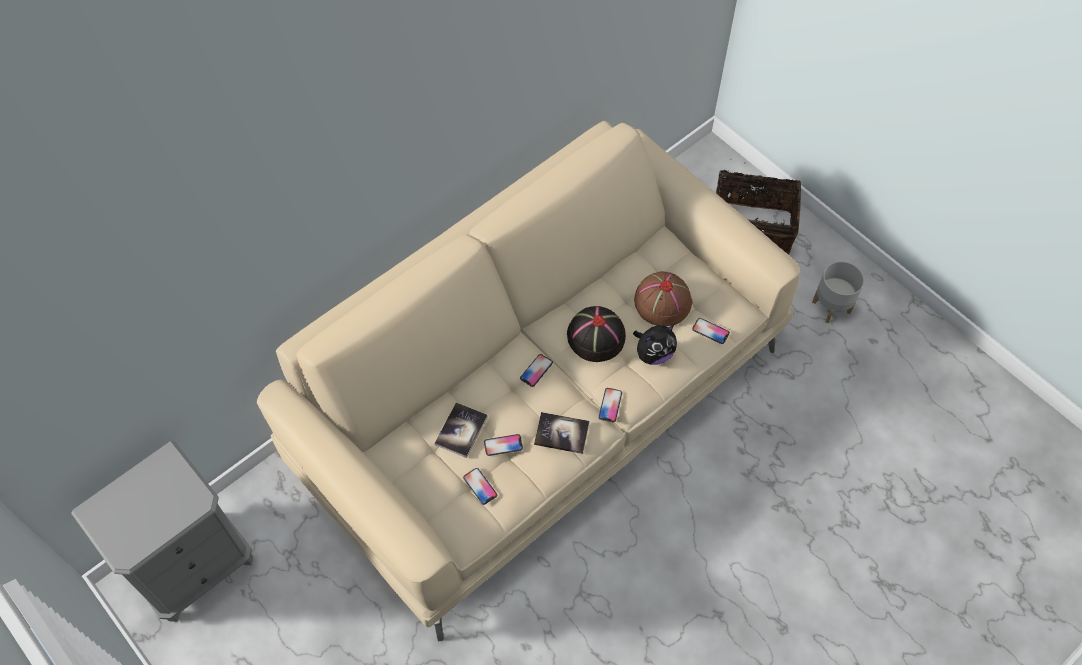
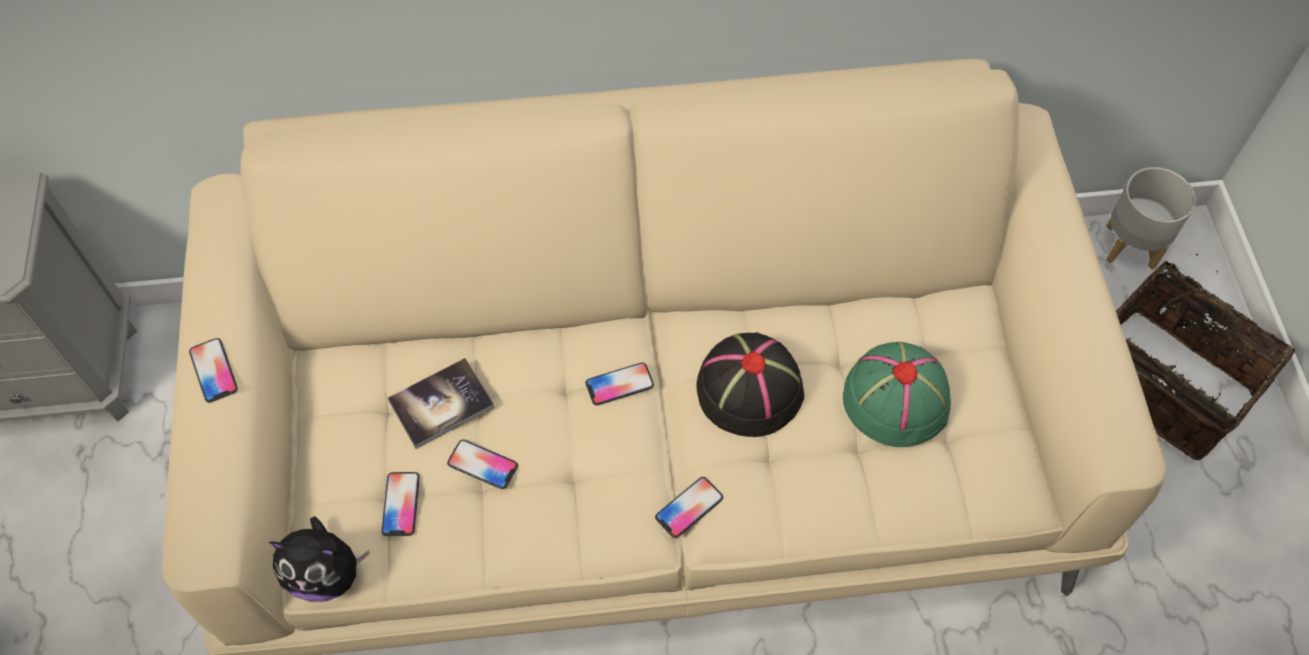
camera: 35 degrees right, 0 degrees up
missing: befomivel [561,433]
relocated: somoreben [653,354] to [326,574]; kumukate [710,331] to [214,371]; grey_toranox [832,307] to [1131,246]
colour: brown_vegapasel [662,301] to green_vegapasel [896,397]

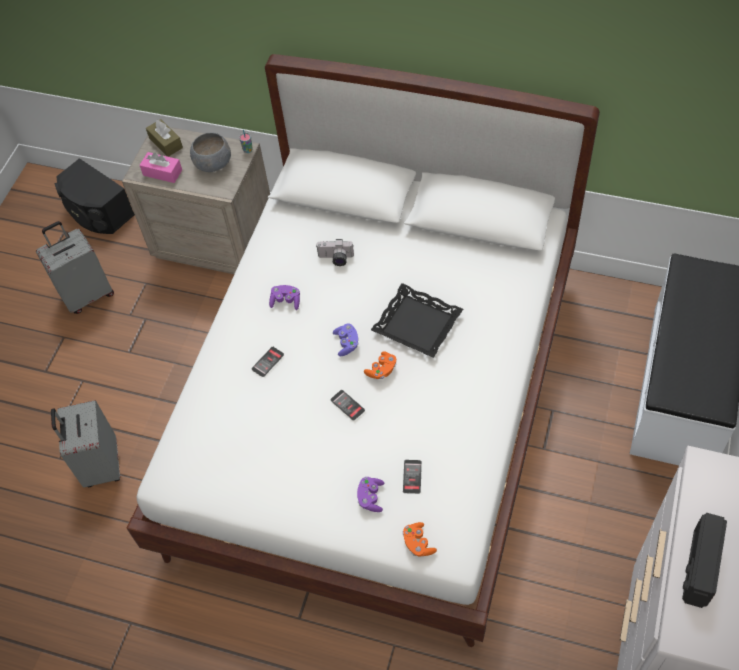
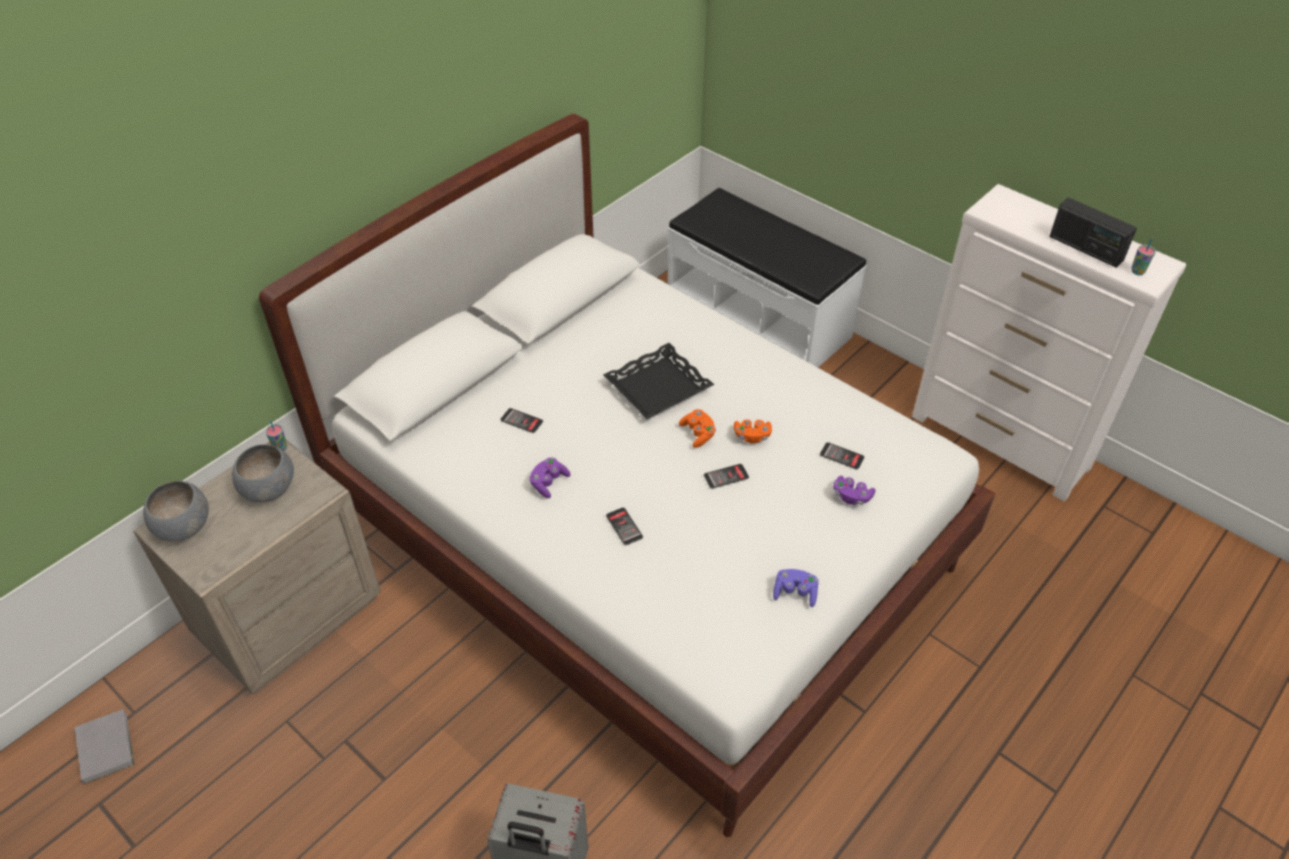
camera: 70 degrees left, 10 degrees down
missing: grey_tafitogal [87,294]; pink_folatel [162,172]
appeared: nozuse [1137,272]
relocated: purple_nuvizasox [346,343] to [795,593]; orange_nuvizasox [418,543] to [752,436]
exchanged: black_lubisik [97,212] to grey_befomivel [106,745]; brown_folatel [166,143] to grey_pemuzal [182,527]; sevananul [335,259] to kumukate [521,421]

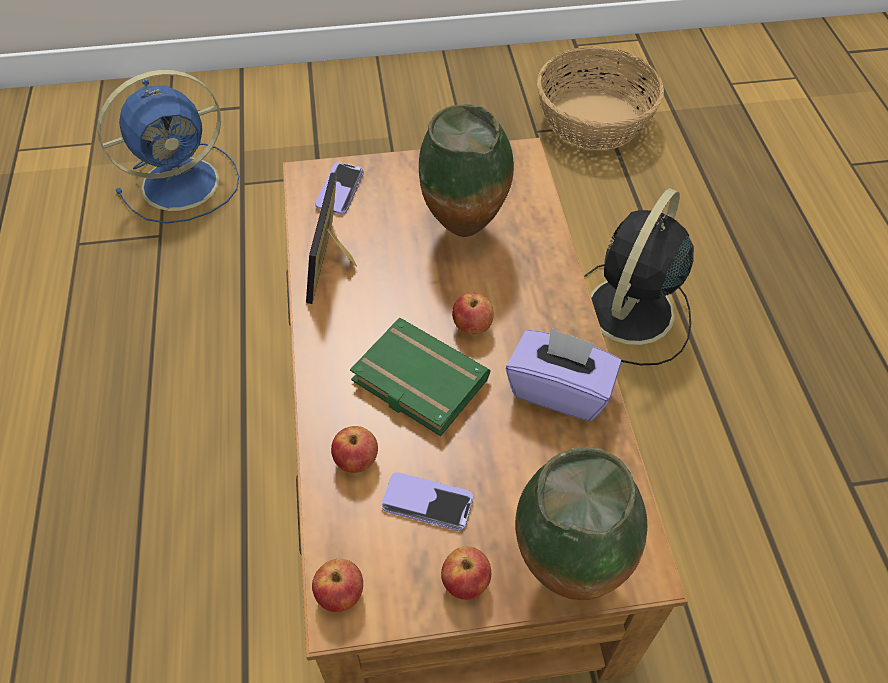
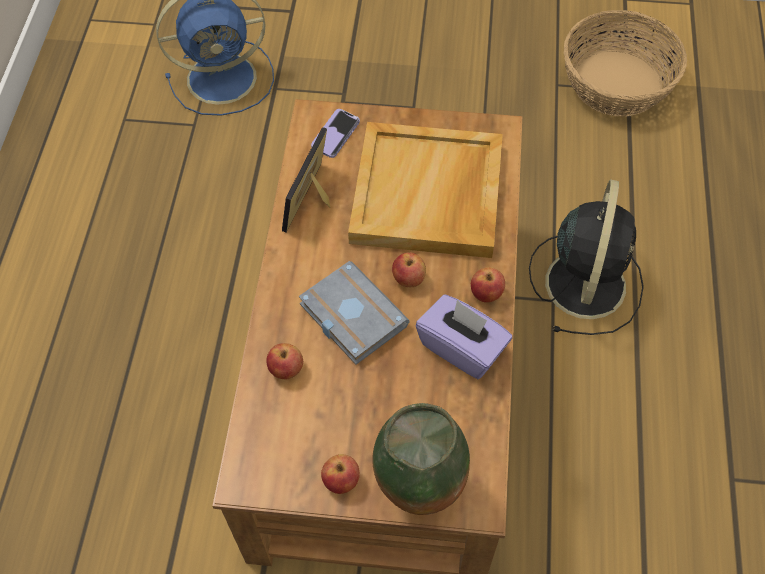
camera: 15 degrees right, 5 degrees up
missing: kumukate [427,503]
relocated: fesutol [340,595] to [486,294]
exchanged: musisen [465,233] to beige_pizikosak [428,195]
colour: green_befomivel [415,382] to grey_befomivel [349,316]
spun: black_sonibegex [628,313] = [585,281] 150 degrees clockwise

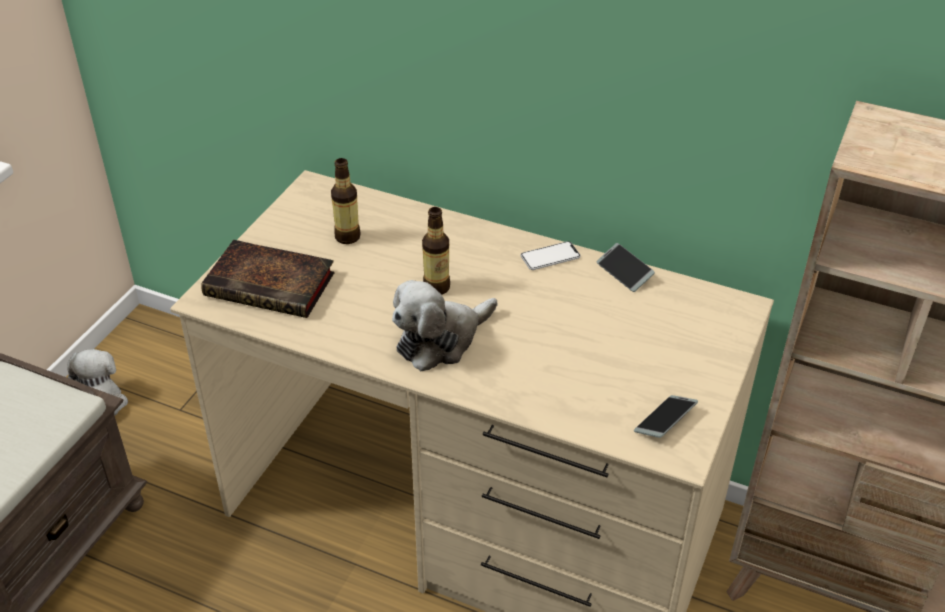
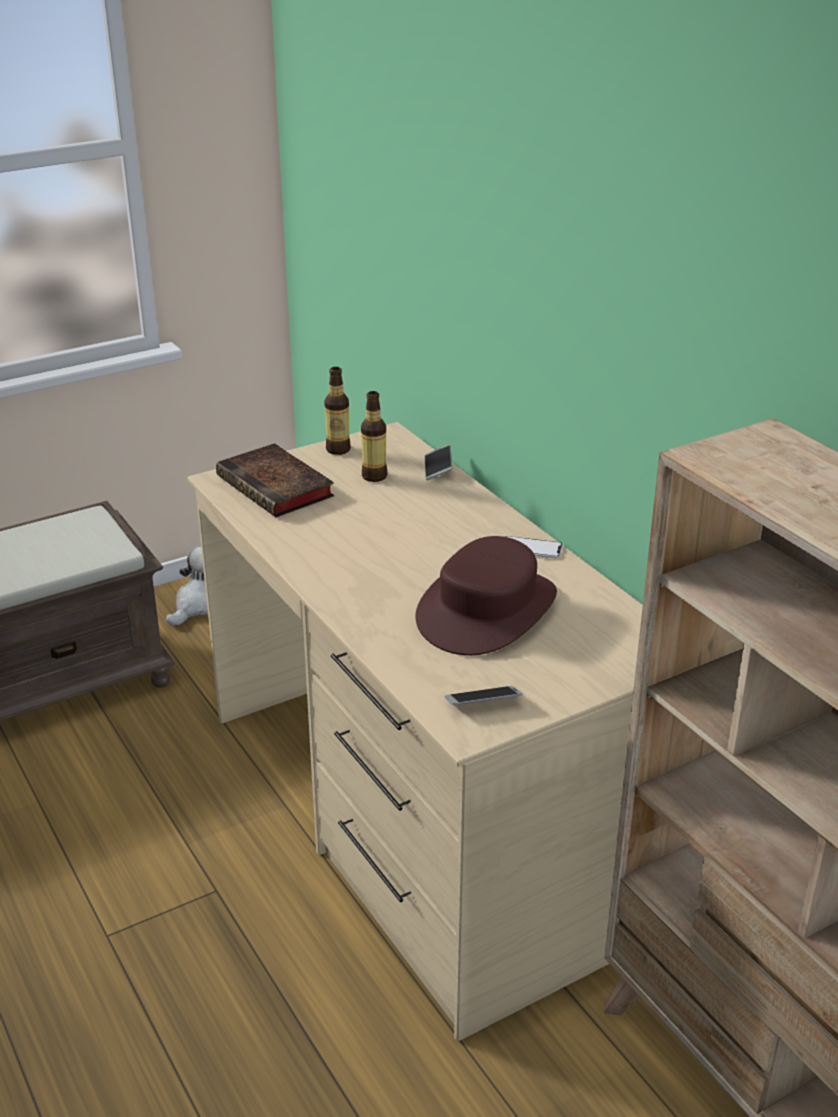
camera: 35 degrees right, 10 degrees down
missing: somoreben [441,340]
appeared: brown_vegapasel [487,610]
relocated: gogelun [436,287] to [338,449]; kumukate [624,272] to [438,467]

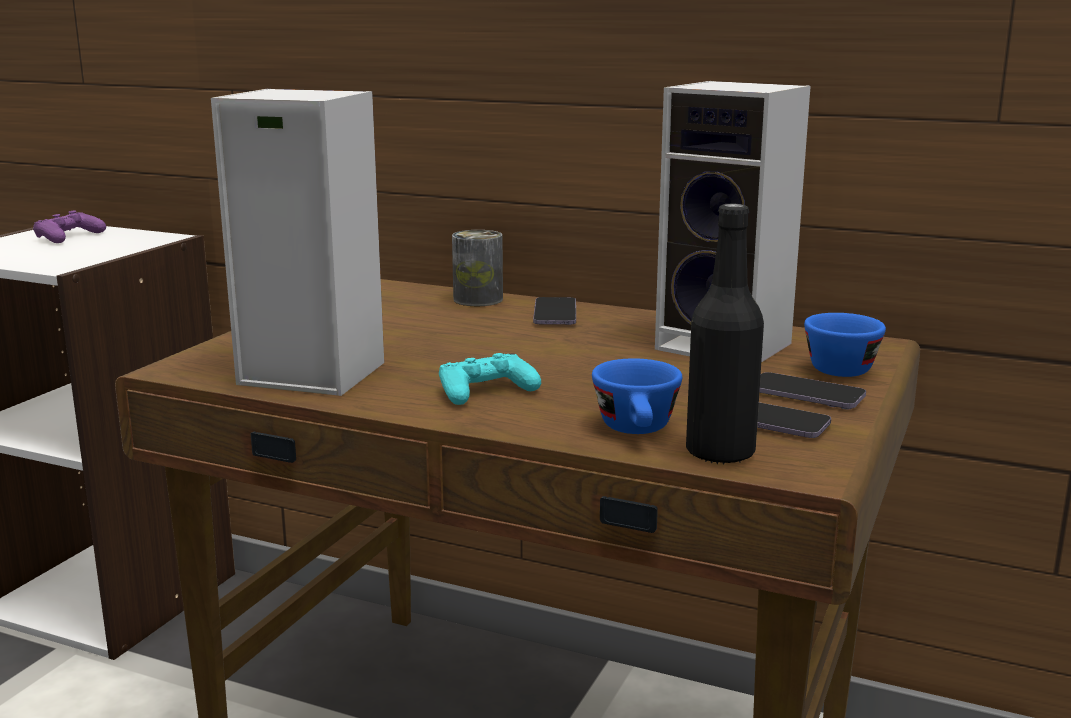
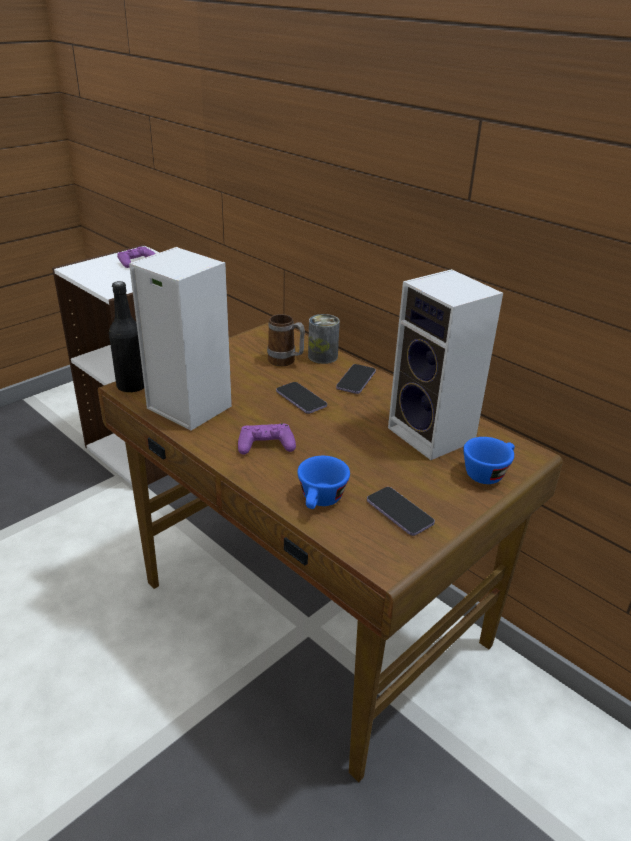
camera: 20 degrees right, 15 degrees up
appeared: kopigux [286,362]
relocated: black_gogelun [720,453] to [132,386]; kumukate [806,394] to [301,399]
colour: turquoise_nuvizasox [486,391] to purple_nuvizasox [266,445]

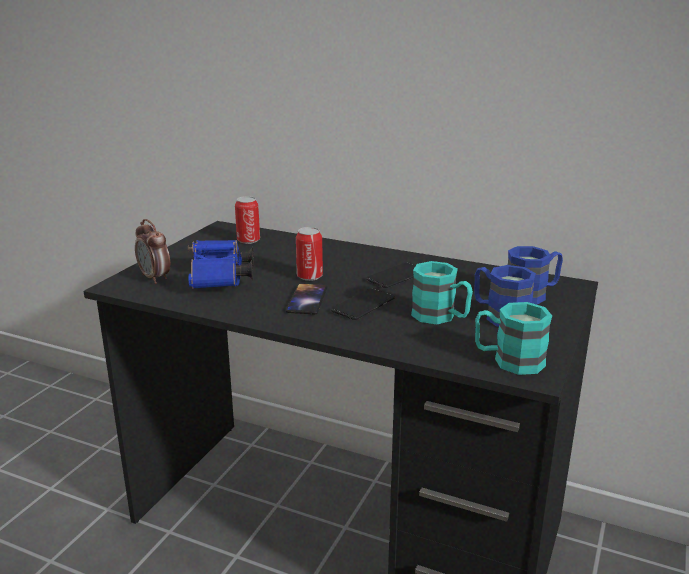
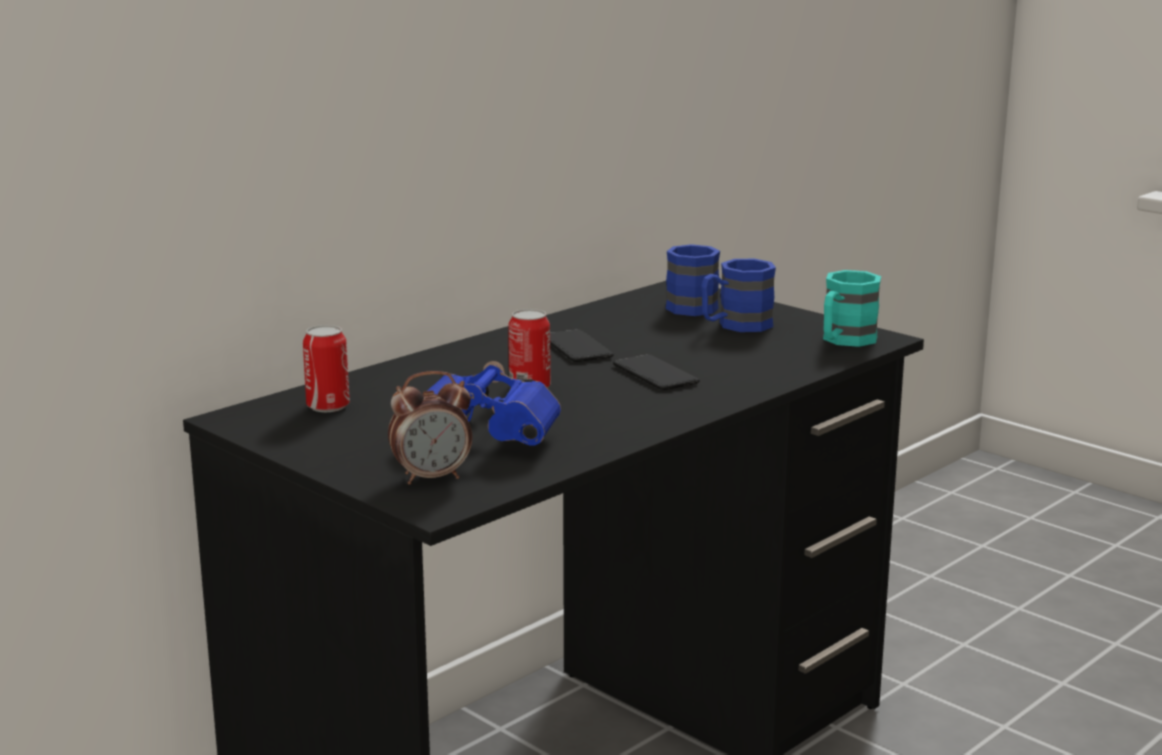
camera: 70 degrees left, 5 degrees down
missing: kumukate [307,299]; turquoise_kopigux [441,317]

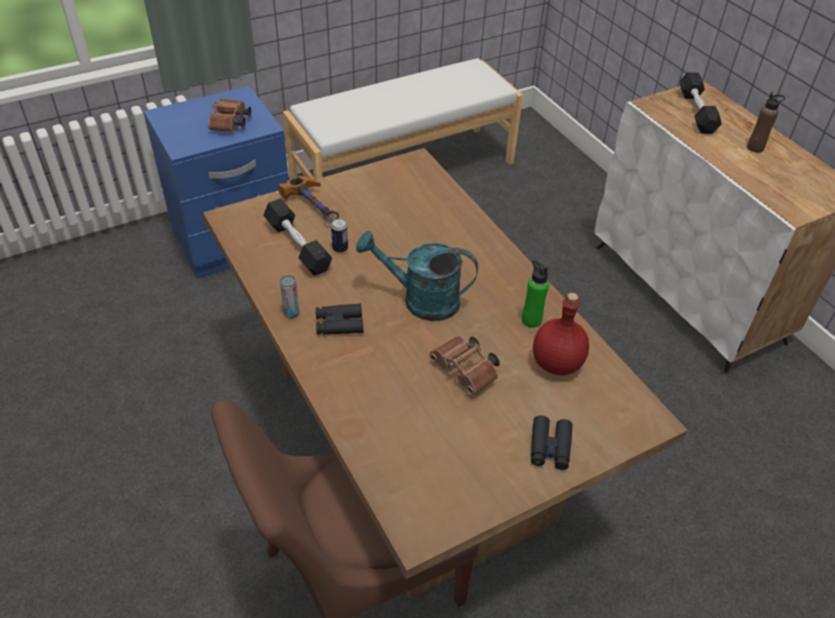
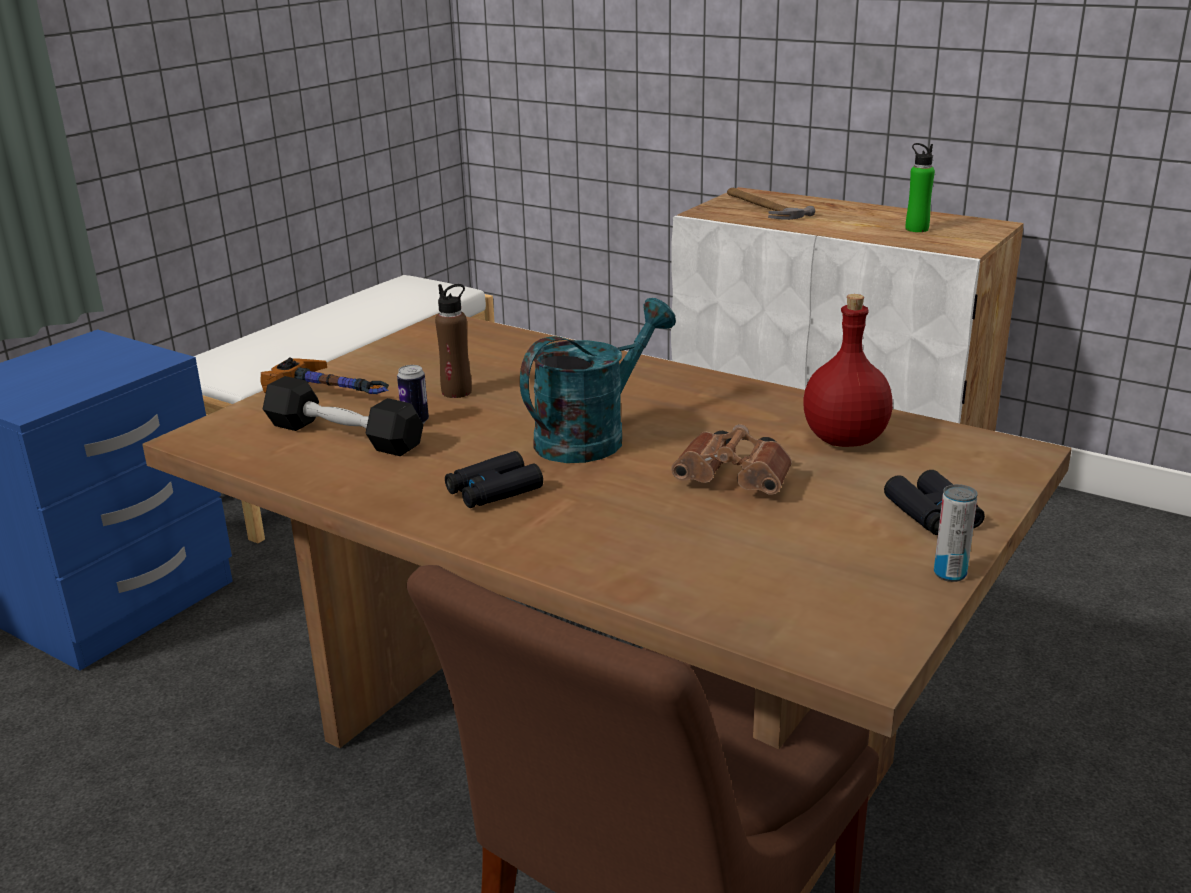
camera: 25 degrees left, 20 degrees down
missing: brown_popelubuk [230,124]
relocated: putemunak [291,313] to [950,574]; green_gogelun [531,320] to [916,229]; brown_gogelun [755,148] to [456,392]
exchanged: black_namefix [696,111] to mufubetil [762,207]
spun: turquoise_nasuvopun [420,300] = [592,436] 150 degrees clockwise

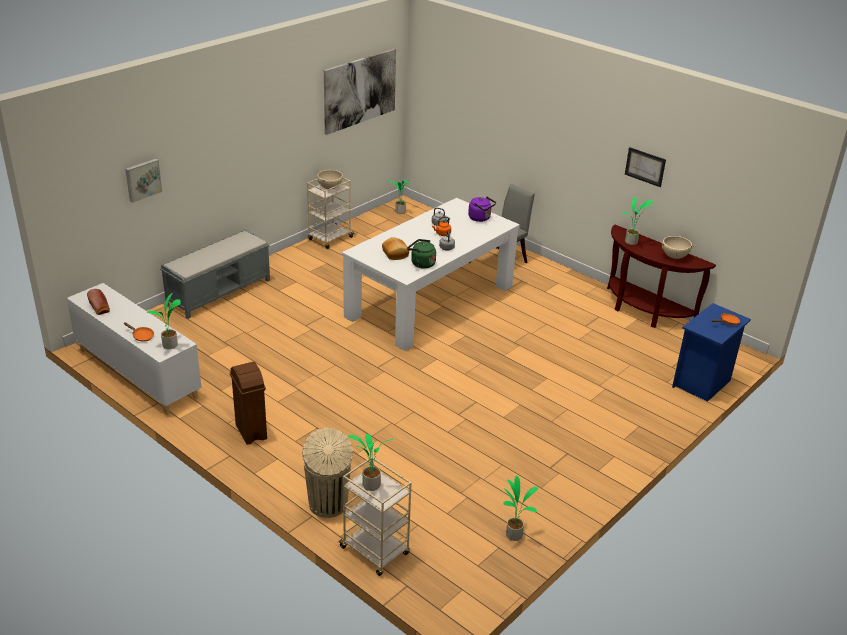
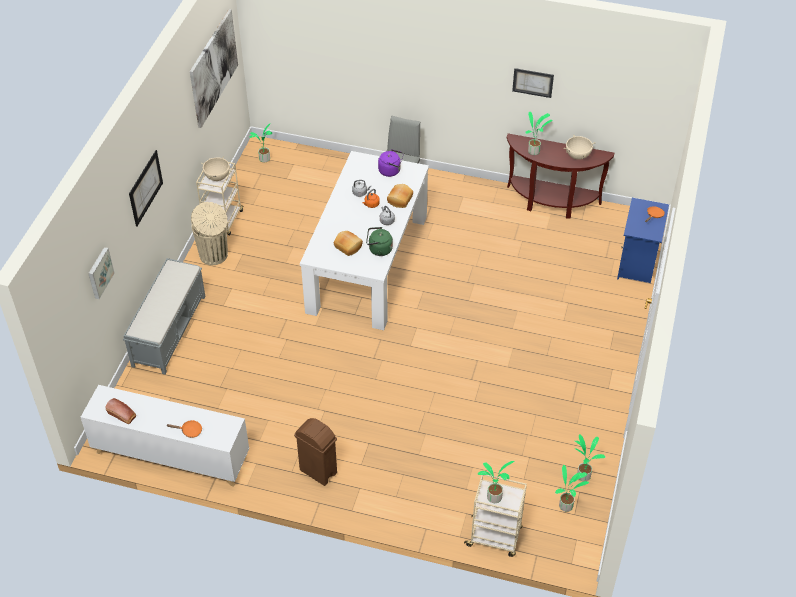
camera: 25 degrees left, 15 degrees up
appeared: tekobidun [145,188]; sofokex [399,199]
relocated: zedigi [170,346] to [567,506]; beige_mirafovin [328,505] to [214,255]

